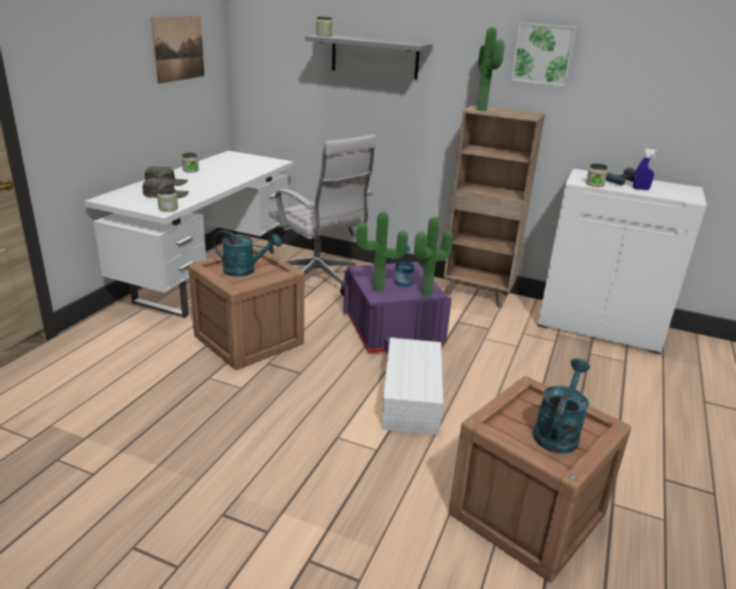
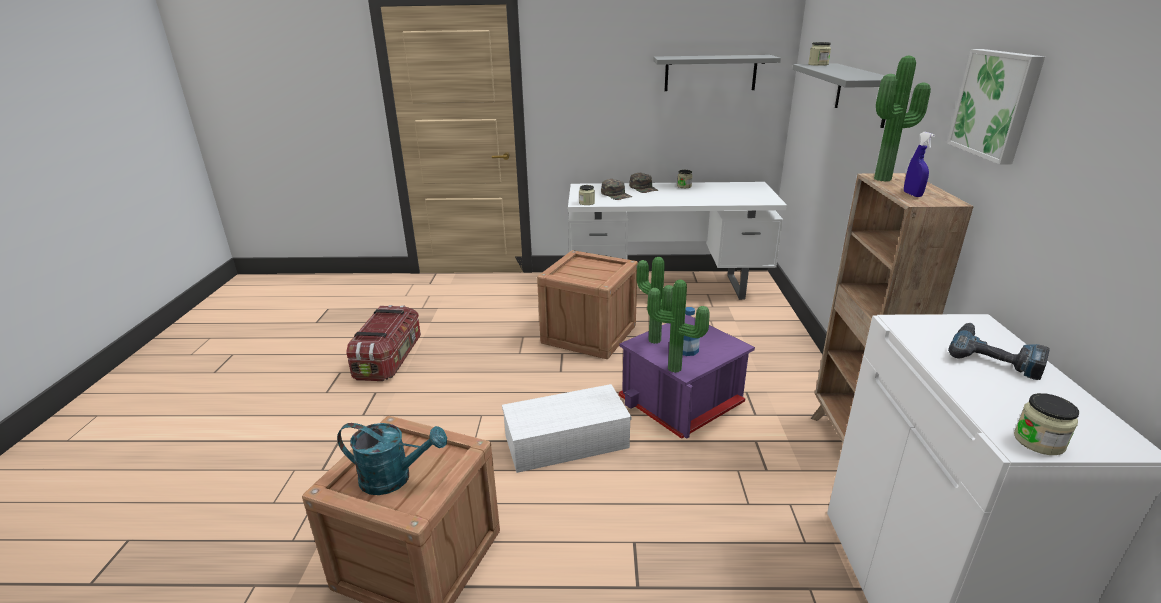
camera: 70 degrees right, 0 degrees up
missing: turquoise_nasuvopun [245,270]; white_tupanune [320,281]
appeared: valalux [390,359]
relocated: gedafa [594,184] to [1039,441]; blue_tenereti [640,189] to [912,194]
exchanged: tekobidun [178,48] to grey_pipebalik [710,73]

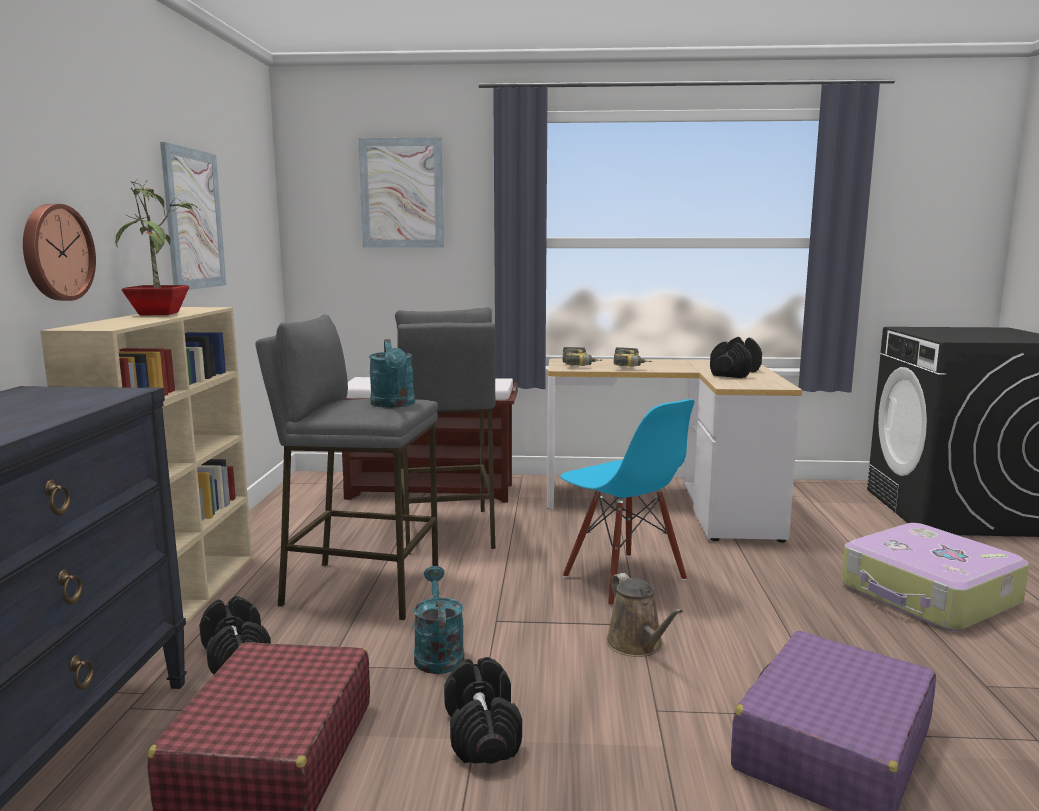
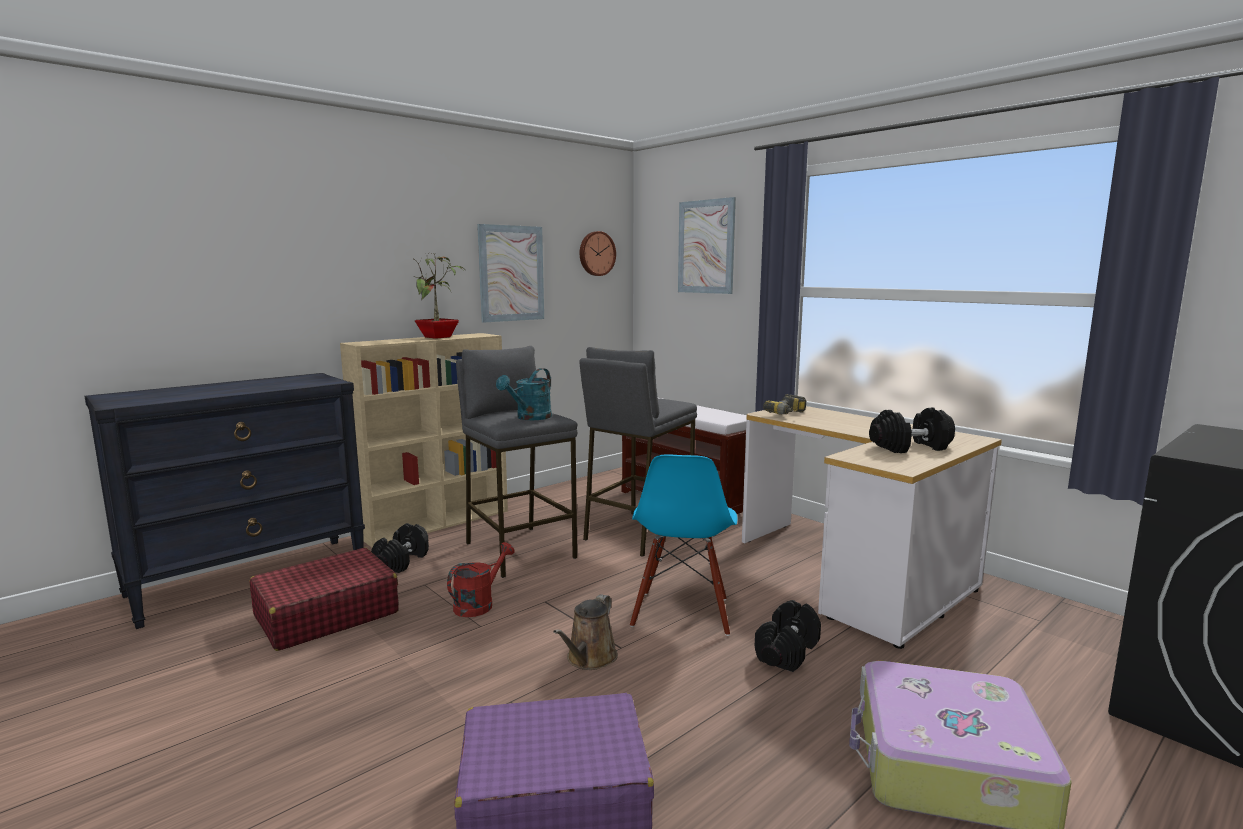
camera: 45 degrees right, 0 degrees up
missing: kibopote [632,367]
relocated: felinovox [55,252] to [596,253]; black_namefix [481,732] to [786,651]
colour: turquoise_nasuvopun [437,653] to red_nasuvopun [479,604]

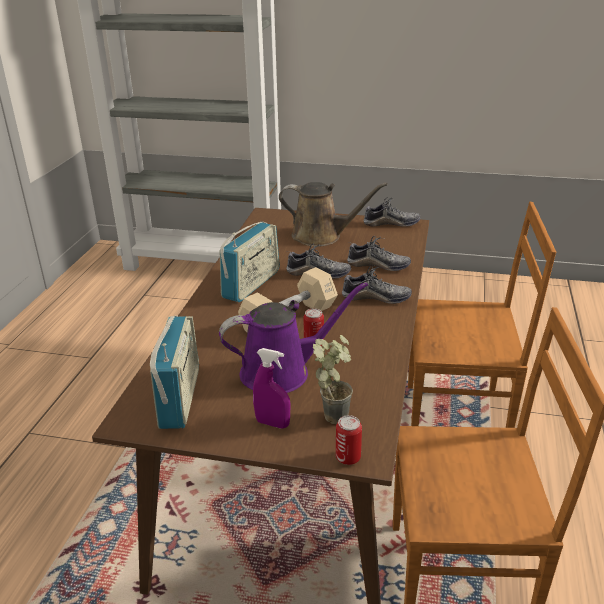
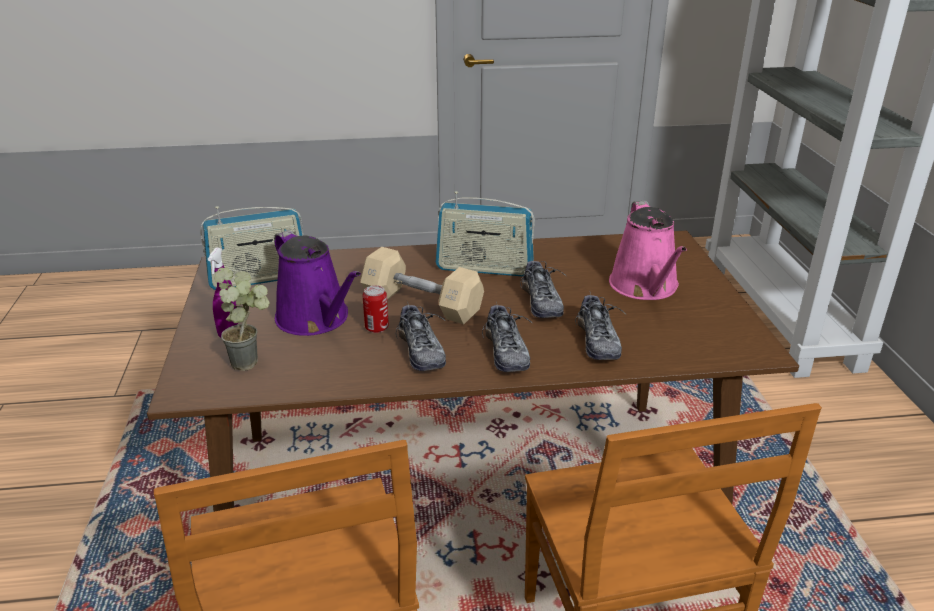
camera: 70 degrees right, 0 degrees up
missing: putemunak [348,458]
relocated: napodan [391,223] to [421,351]
colour: brown_nasuvopun [321,236] to pink_nasuvopun [645,287]

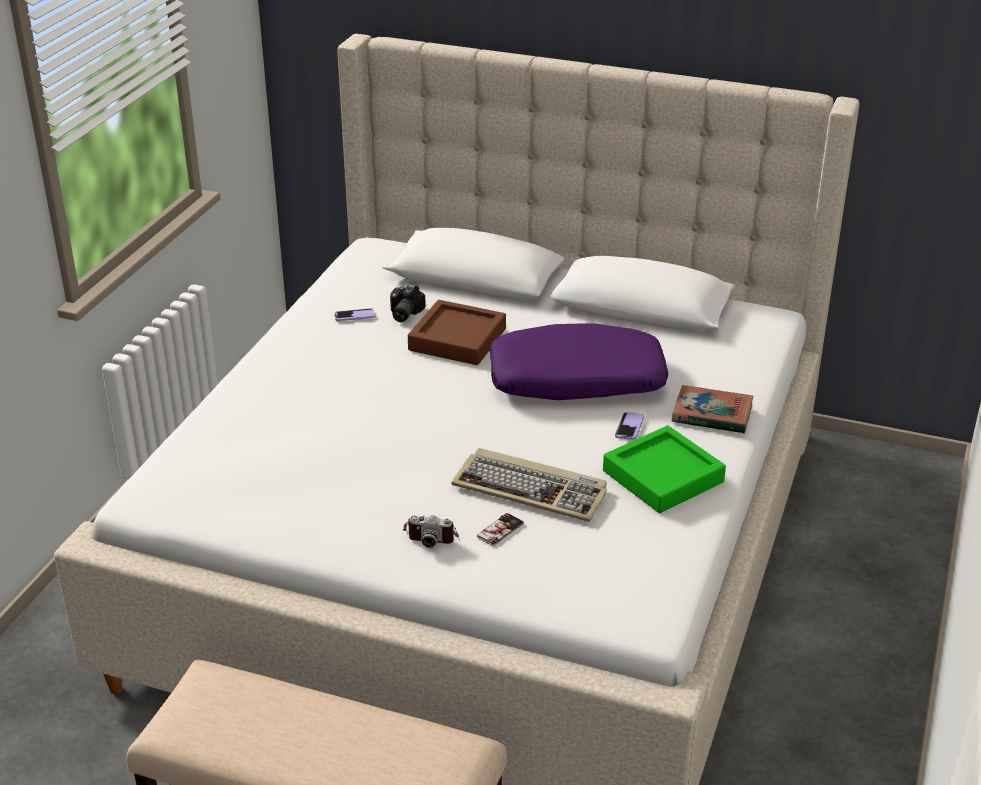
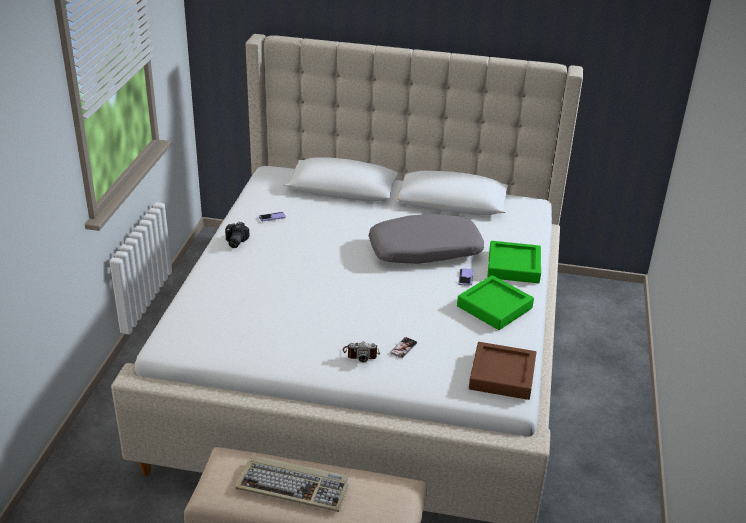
camera: 10 degrees left, 0 degrees up
relocated: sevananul [403,314] to [234,242]; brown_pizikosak [457,339] to [502,375]; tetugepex [531,489] to [294,486]
exchanged: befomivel [712,414] to green_pizikosak [513,266]
colour: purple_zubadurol [576,381] to grey_zubadurol [425,251]

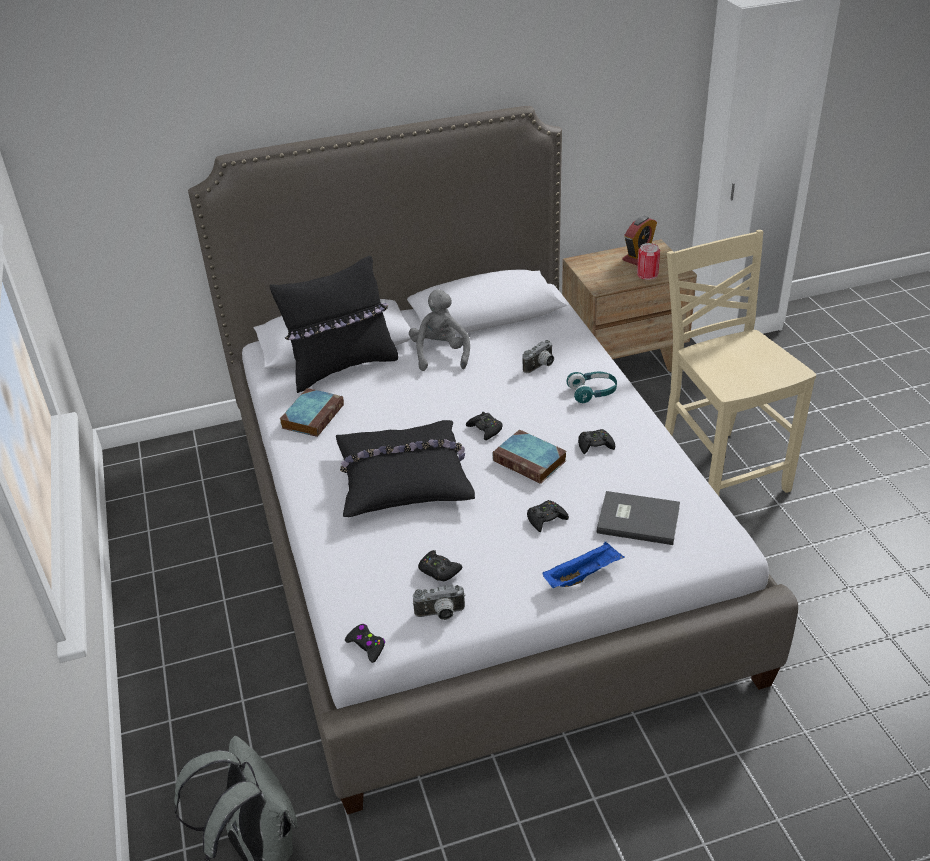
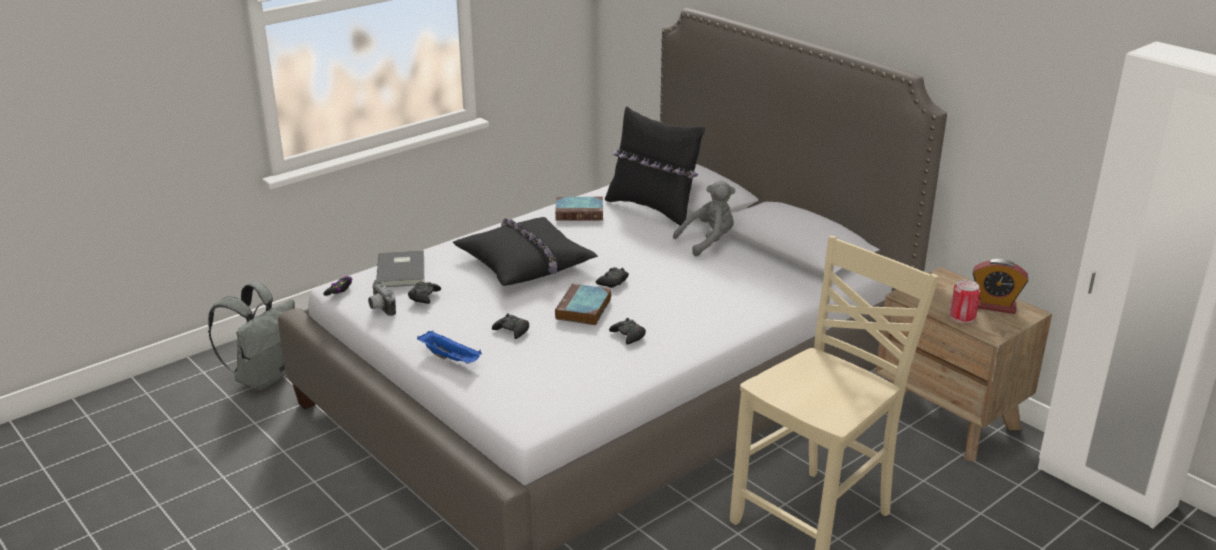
camera: 65 degrees right, 10 degrees down
missing: sevananul [541,366]; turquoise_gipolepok [592,392]
relocated: grey_befomivel [637,519] to [402,271]

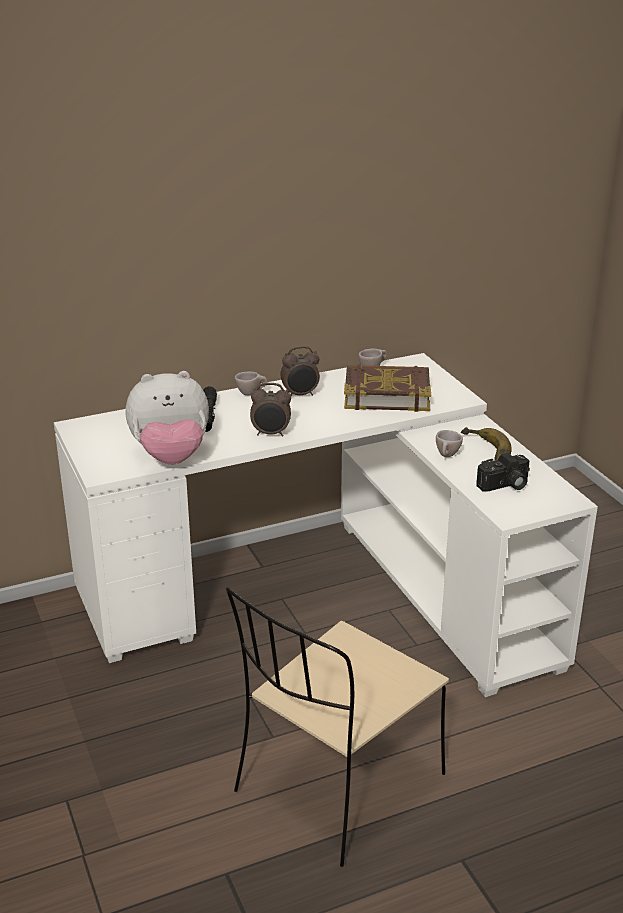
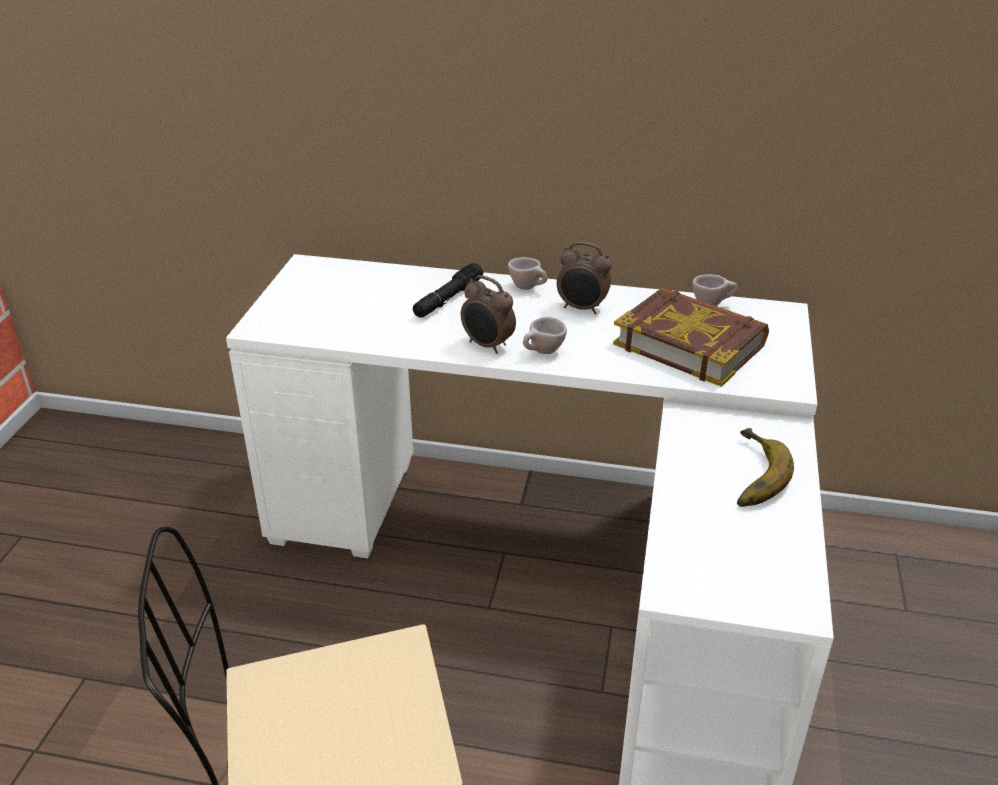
camera: 35 degrees right, 5 degrees up
missing: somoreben [171,457]; sevananul [505,486]
relocated: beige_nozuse [447,456] to [543,353]

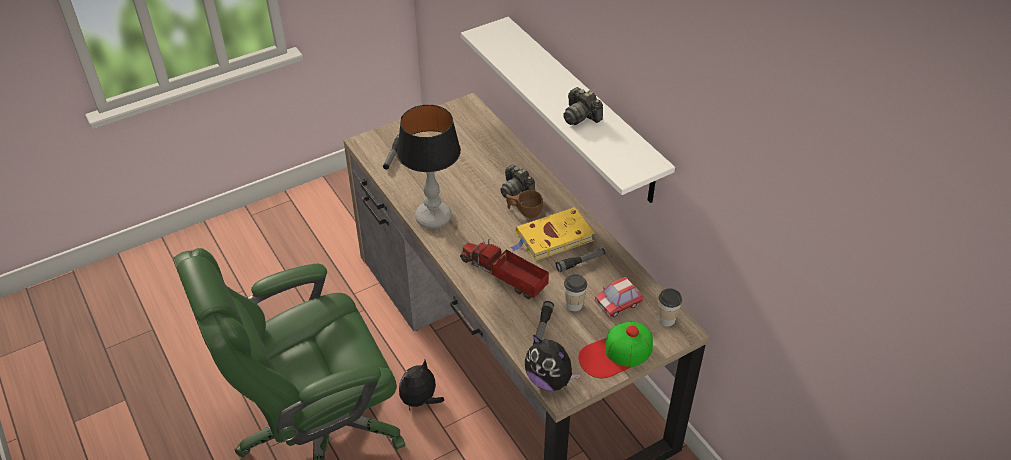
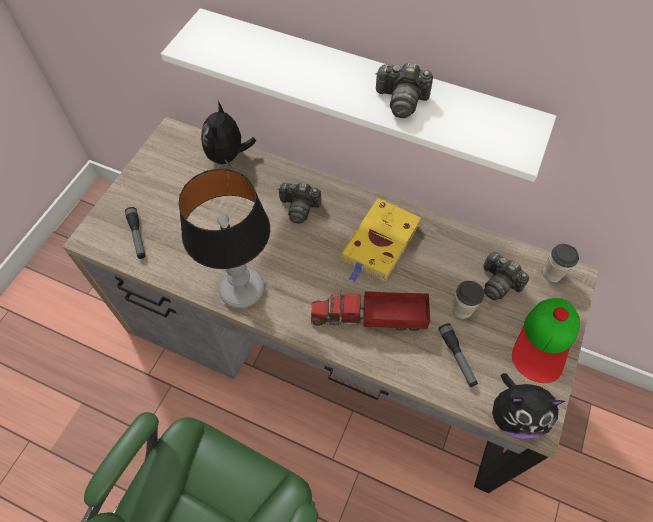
camera: 35 degrees left, 15 degrees up
missing: brown_nozuse [524,212]; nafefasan [580,262]
relocated: somoreben [420,401] to [228,156]
exchanged: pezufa [618,304] to sevananul [498,283]

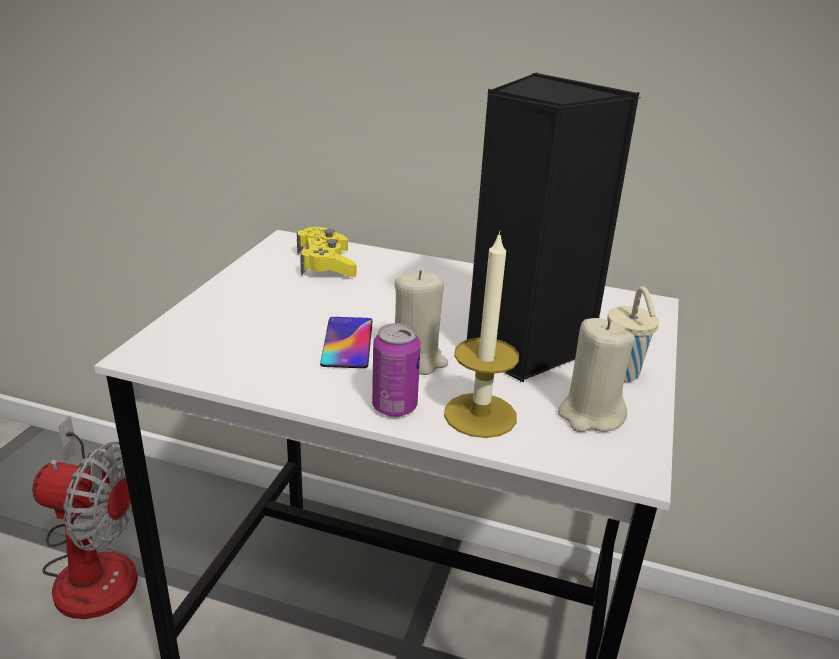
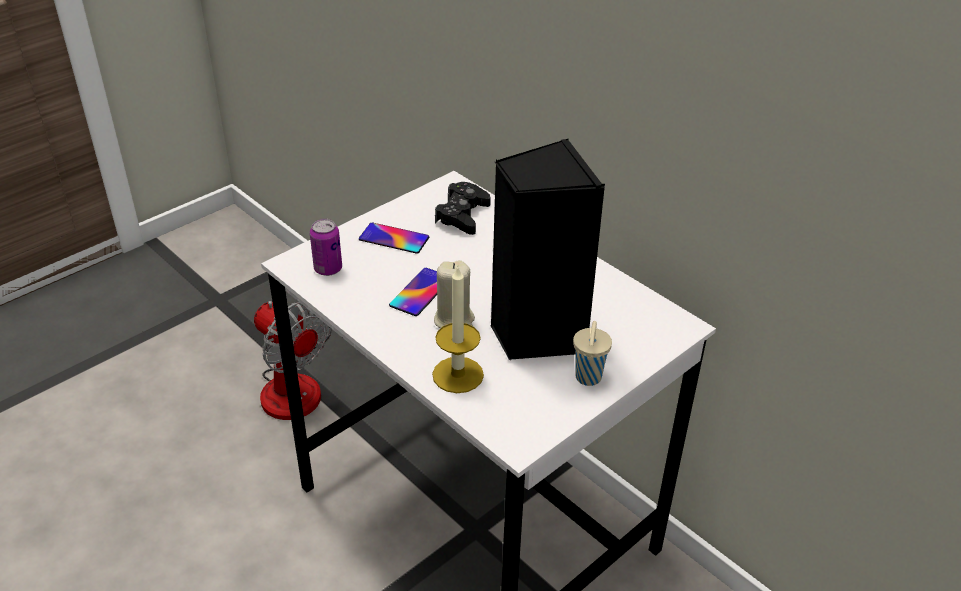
camera: 30 degrees right, 10 degrees up
missing: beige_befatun [590,415]
appeared: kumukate [394,238]
relocated: putemunak [394,406] to [328,269]
colour: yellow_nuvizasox [325,263] to black_nuvizasox [462,215]

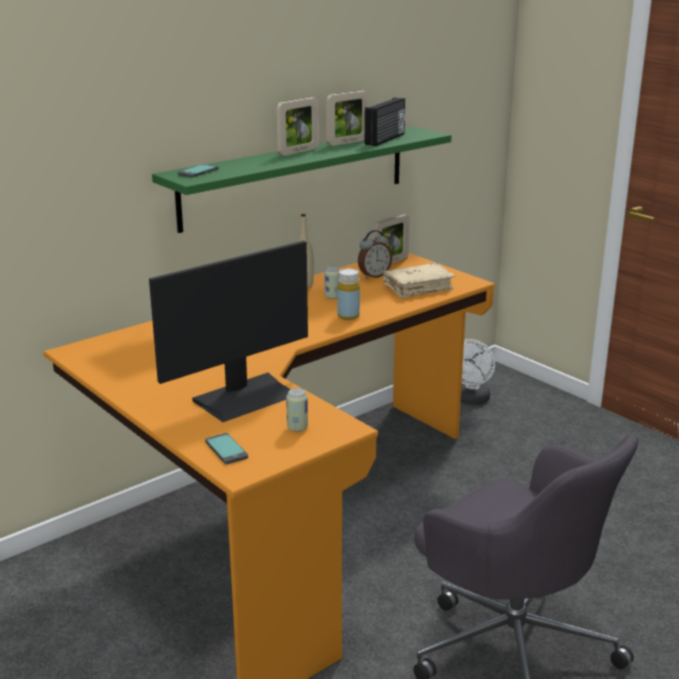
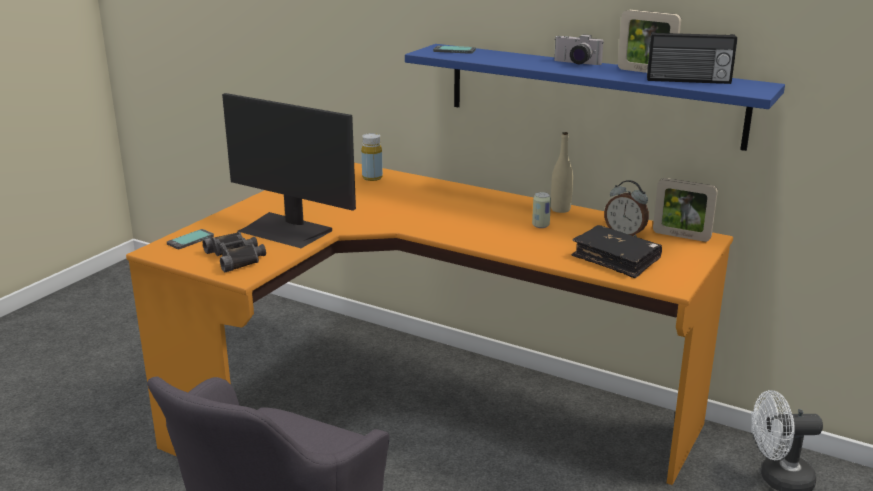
camera: 70 degrees right, 0 degrees up
relocated: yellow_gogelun [348,316] to [372,178]
exchanged: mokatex [298,151] to sevananul [575,63]; putemunak [297,428] to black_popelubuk [236,257]
colour: green_pipebalik [296,177] to blue_pipebalik [591,94]; beige_befomivel [418,287] to black_befomivel [616,260]

